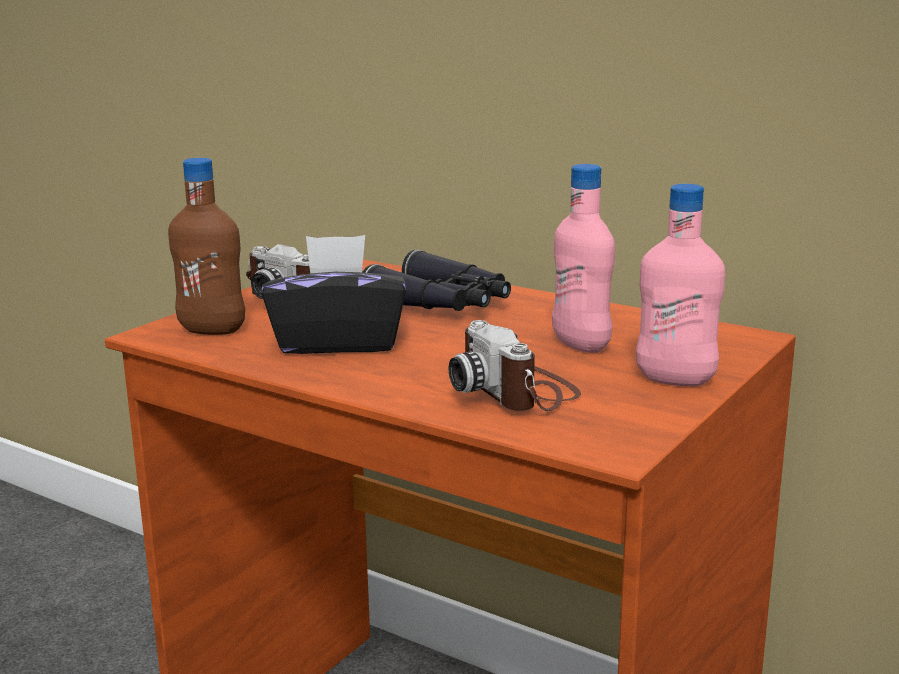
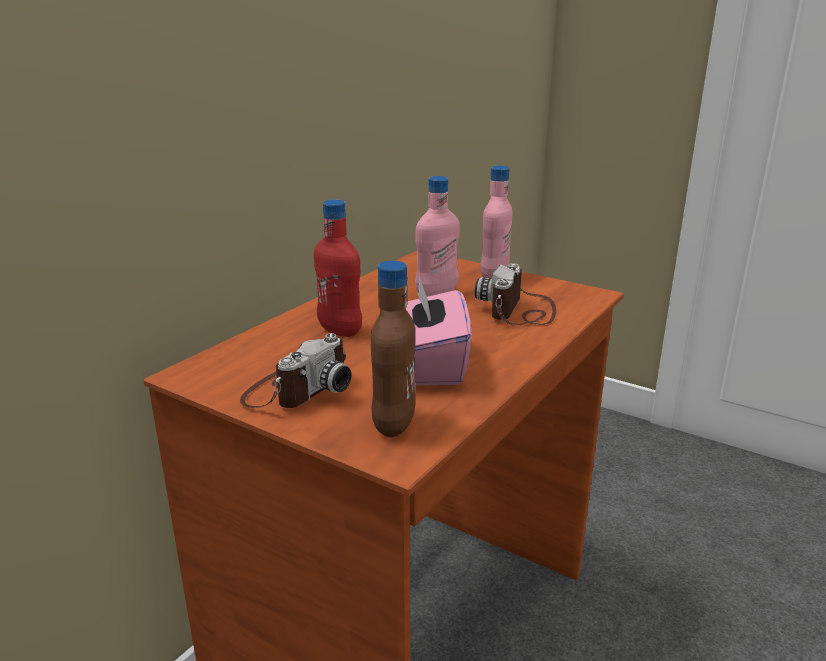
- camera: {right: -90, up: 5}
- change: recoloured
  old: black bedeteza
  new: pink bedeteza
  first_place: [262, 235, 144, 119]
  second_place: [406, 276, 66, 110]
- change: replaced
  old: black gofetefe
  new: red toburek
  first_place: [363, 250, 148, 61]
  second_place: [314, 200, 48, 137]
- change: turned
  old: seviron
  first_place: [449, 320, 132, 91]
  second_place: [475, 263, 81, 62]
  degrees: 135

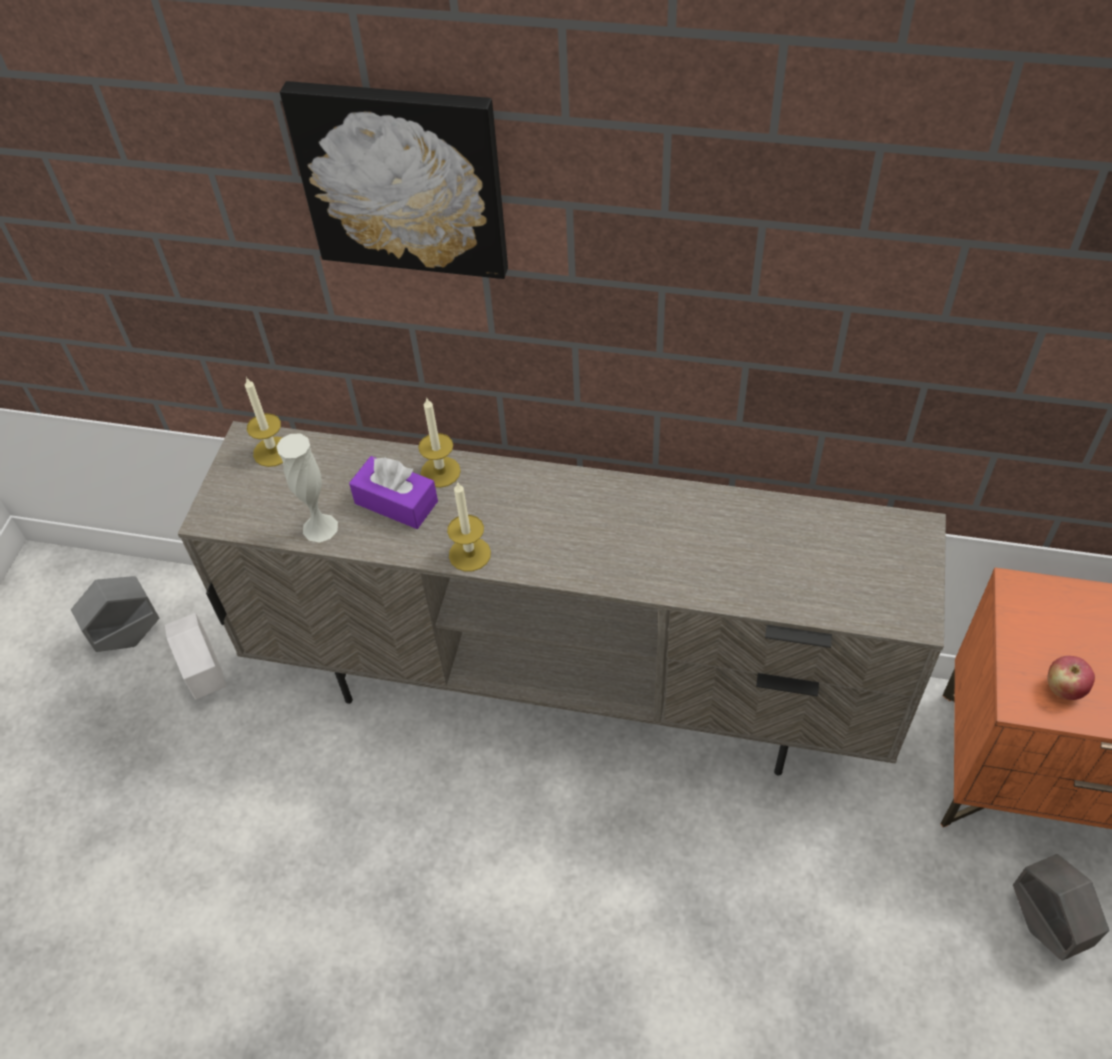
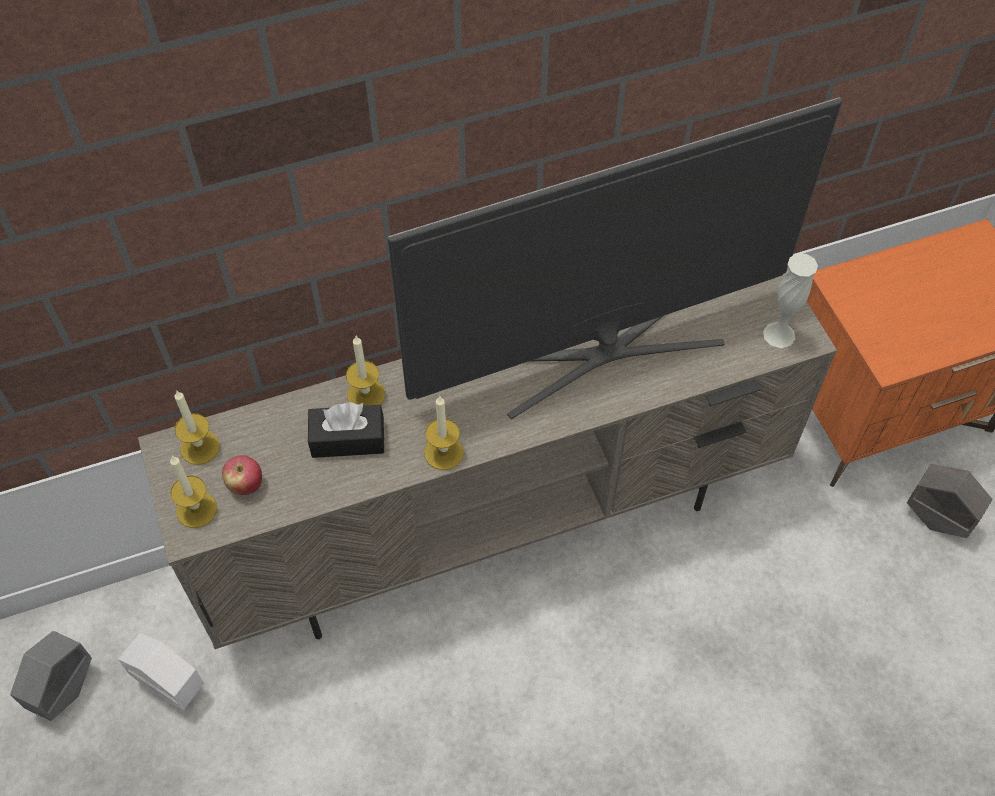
- camera: {right: -35, up: 5}
- change: removed
  old: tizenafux
  first_place: [280, 81, 228, 198]
- change: moved
  old: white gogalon
  first_place: [276, 434, 62, 109]
  second_place: [763, 253, 55, 95]
- change: recoloured
  old: purple bedeteza
  new: black bedeteza
  first_place: [349, 456, 89, 73]
  second_place: [308, 402, 76, 56]
- change: moved
  old: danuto
  first_place: [1047, 656, 48, 44]
  second_place: [222, 455, 40, 40]
- change: added
  new: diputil
  second_place: [388, 97, 454, 322]
- change: added
  new: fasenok
  second_place: [170, 456, 47, 72]

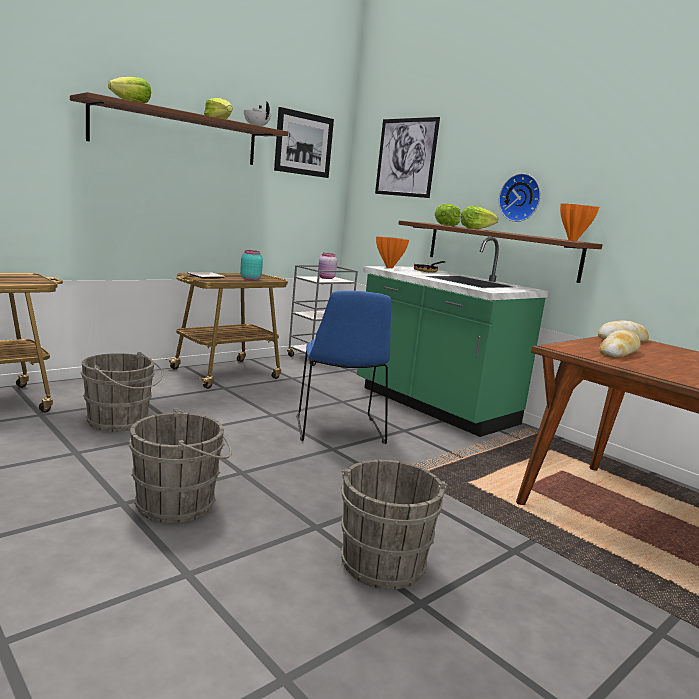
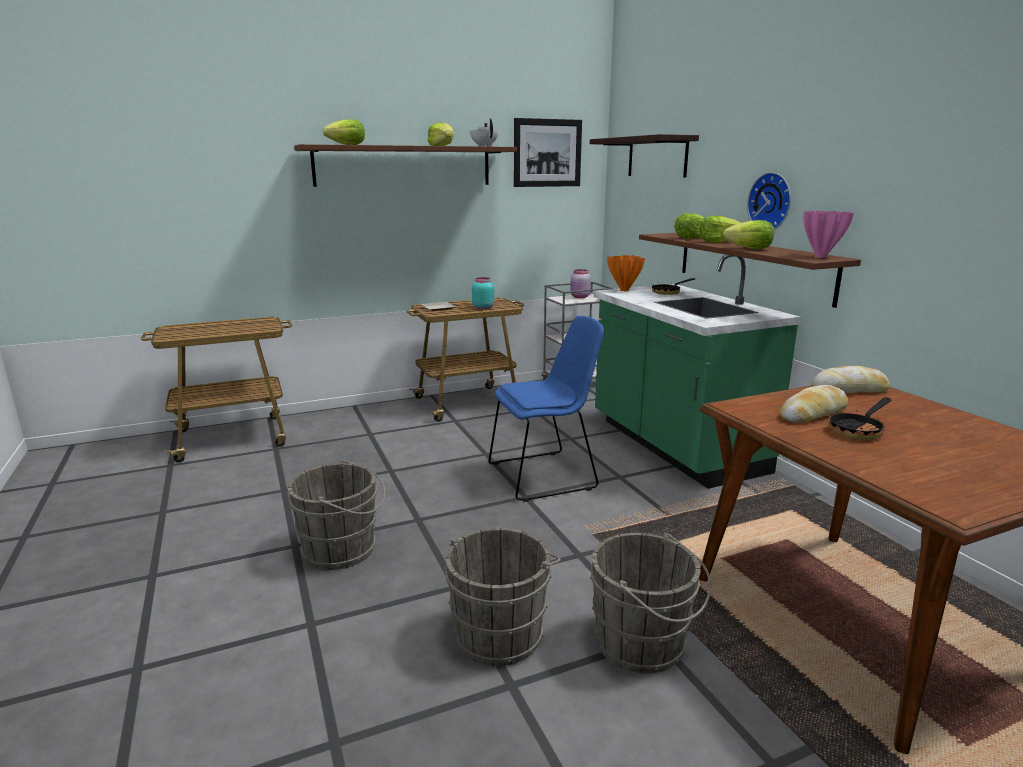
- camera: {right: 20, up: 5}
- change: replaced
  old: tizenafux
  new: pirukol
  first_place: [375, 117, 65, 81]
  second_place: [590, 134, 109, 43]
- change: recoloured
  old: orange gogalon
  new: pink gogalon
  first_place: [560, 203, 39, 38]
  second_place: [803, 211, 51, 46]
- change: turned
  old: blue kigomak
  first_place: [297, 291, 94, 153]
  second_place: [488, 316, 116, 186]
  degrees: -120
- change: moved
  old: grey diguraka
  first_place: [80, 352, 83, 80]
  second_place: [590, 533, 121, 140]
- change: added
  new: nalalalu
  second_place: [723, 220, 51, 29]
- change: added
  new: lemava
  second_place: [829, 398, 62, 41]

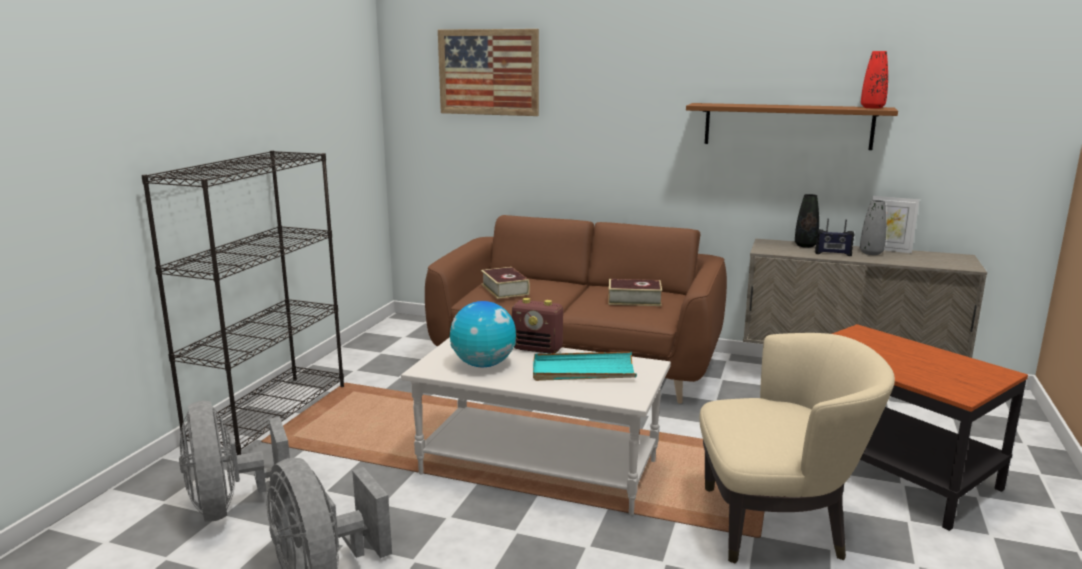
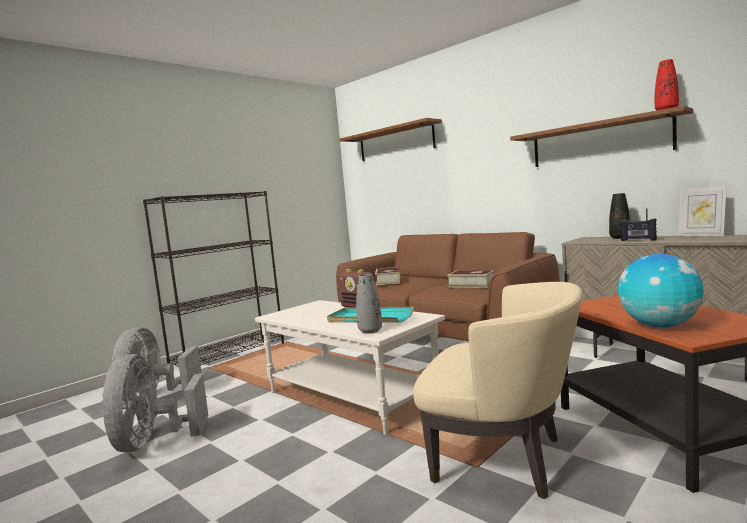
- camera: {right: 25, up: -10}
- change: replaced
  old: tizenafux
  new: brown pirukol
  first_place: [438, 29, 101, 87]
  second_place: [339, 118, 103, 43]
- change: moved
  old: grey gogalon
  first_place: [860, 200, 26, 55]
  second_place: [356, 274, 26, 59]
- change: moved
  old: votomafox
  first_place: [450, 301, 66, 66]
  second_place: [618, 254, 86, 73]

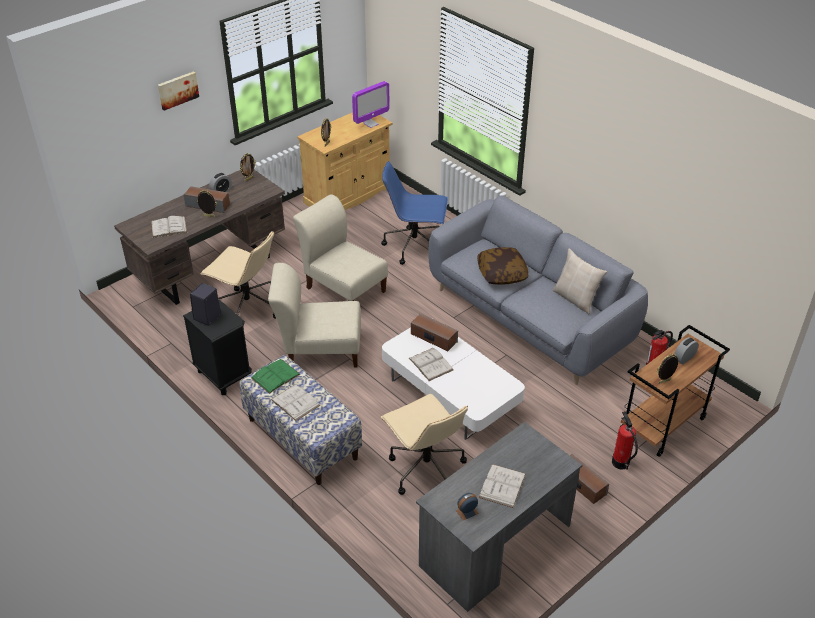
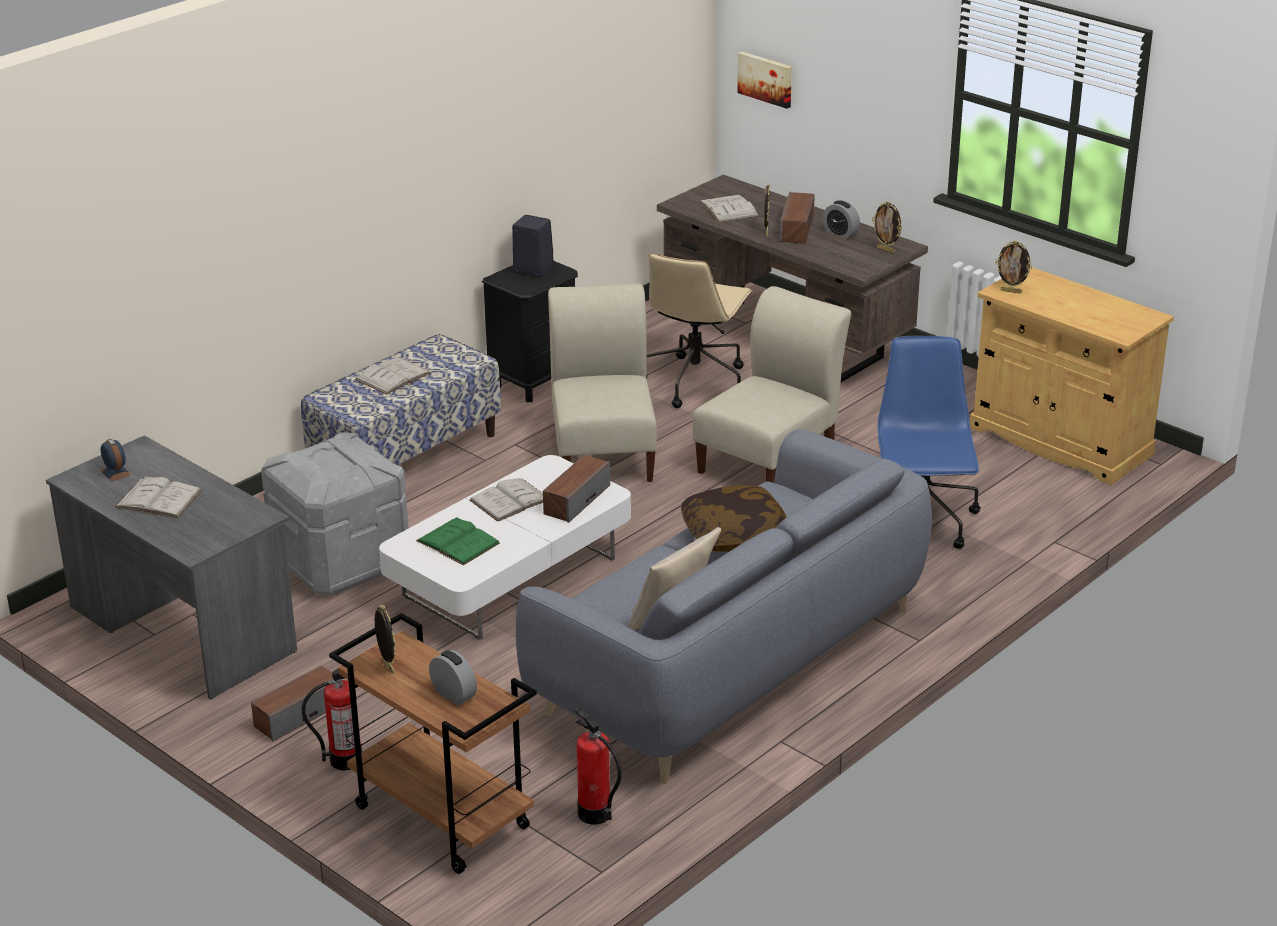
- camera: {right: 85, up: -10}
- change: moved
  old: tizenafux
  first_place: [158, 71, 41, 40]
  second_place: [737, 52, 55, 57]
- change: removed
  old: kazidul
  first_place: [352, 81, 38, 47]
- change: moved
  old: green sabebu
  first_place: [251, 359, 50, 35]
  second_place: [416, 517, 84, 48]
- change: replaced
  old: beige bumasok
  new: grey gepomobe
  first_place: [381, 394, 87, 101]
  second_place: [261, 432, 148, 163]

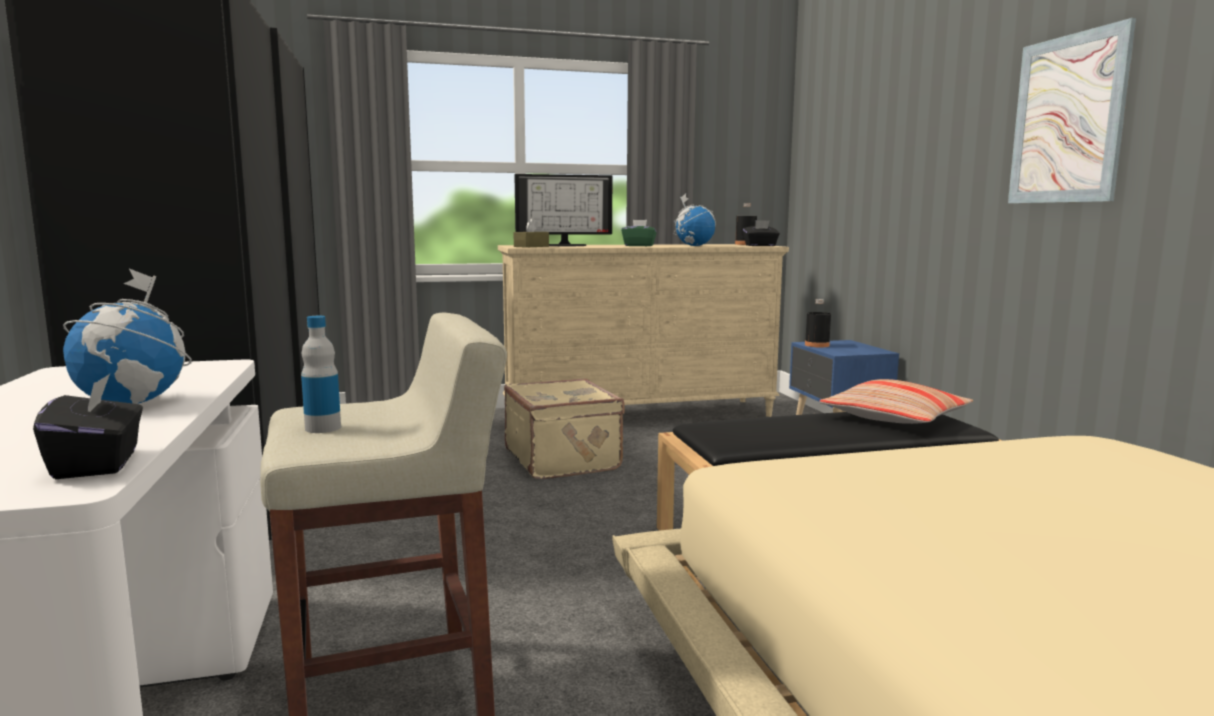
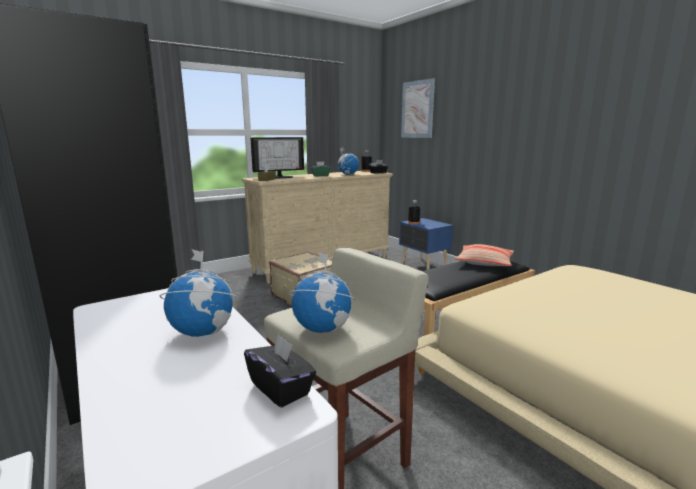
- camera: {right: -20, up: 5}
- change: moved
  old: tizenafux
  first_place: [1008, 18, 128, 185]
  second_place: [401, 78, 34, 60]
- change: replaced
  old: toburek
  new: votomafox
  first_place: [301, 316, 40, 117]
  second_place: [289, 252, 66, 81]

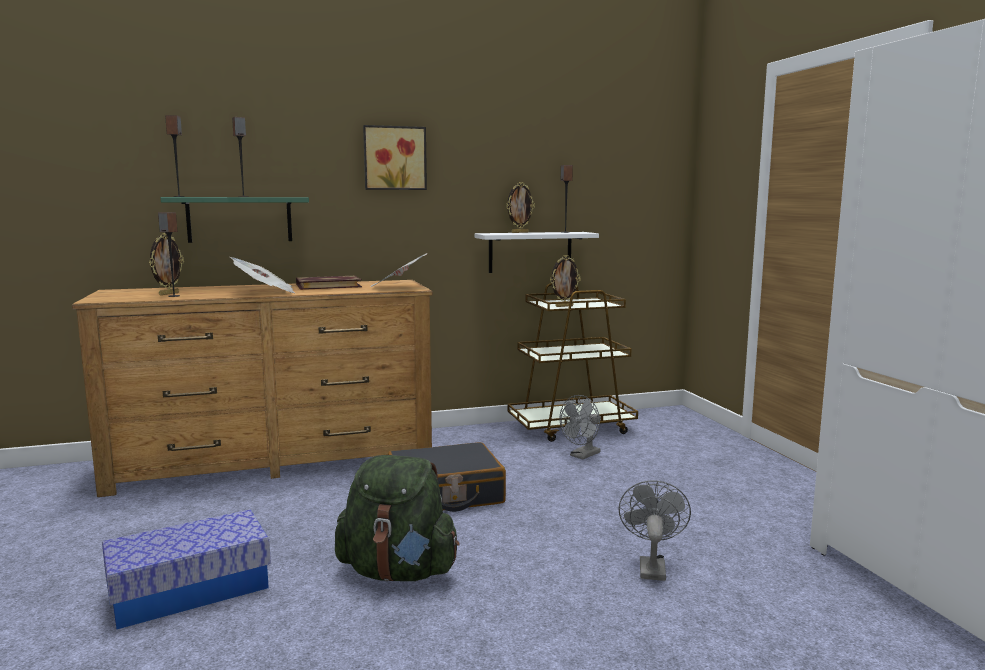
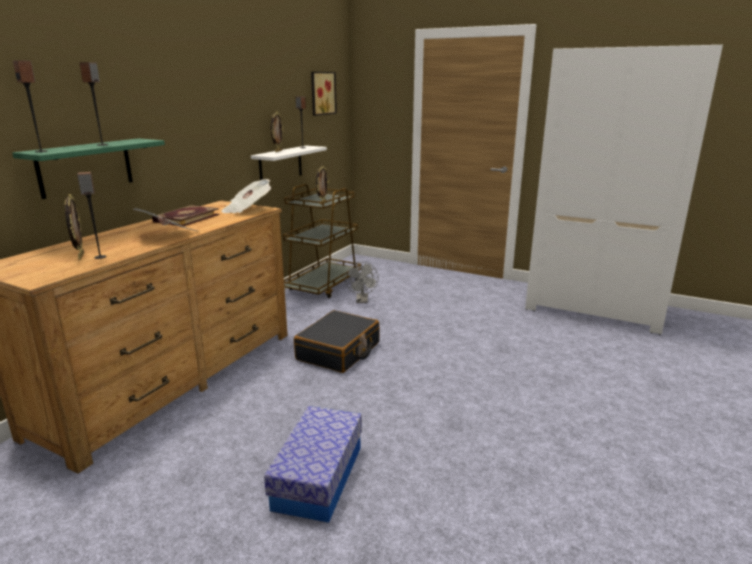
- camera: {right: -45, up: 10}
- change: moved
  old: tizenafux
  first_place: [363, 125, 64, 65]
  second_place: [311, 72, 26, 44]
- change: removed
  old: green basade
  first_place: [335, 455, 125, 126]
- change: removed
  old: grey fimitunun
  first_place: [618, 480, 73, 101]

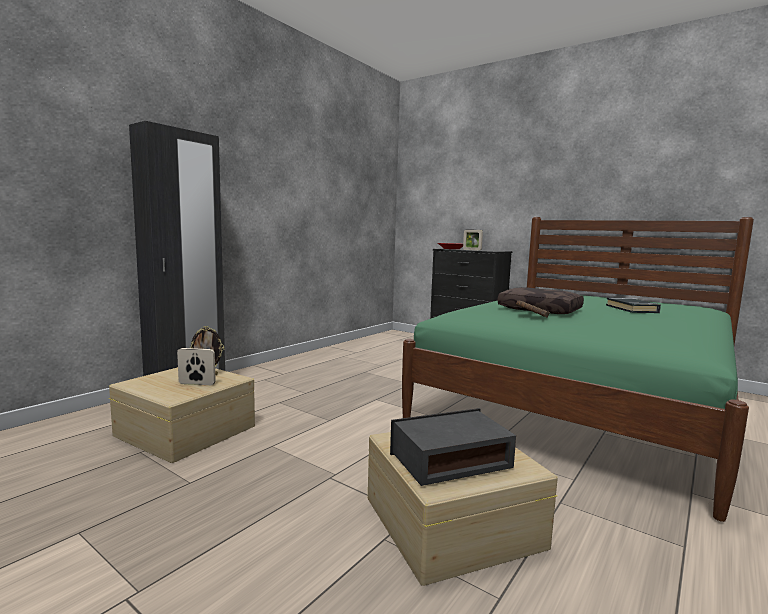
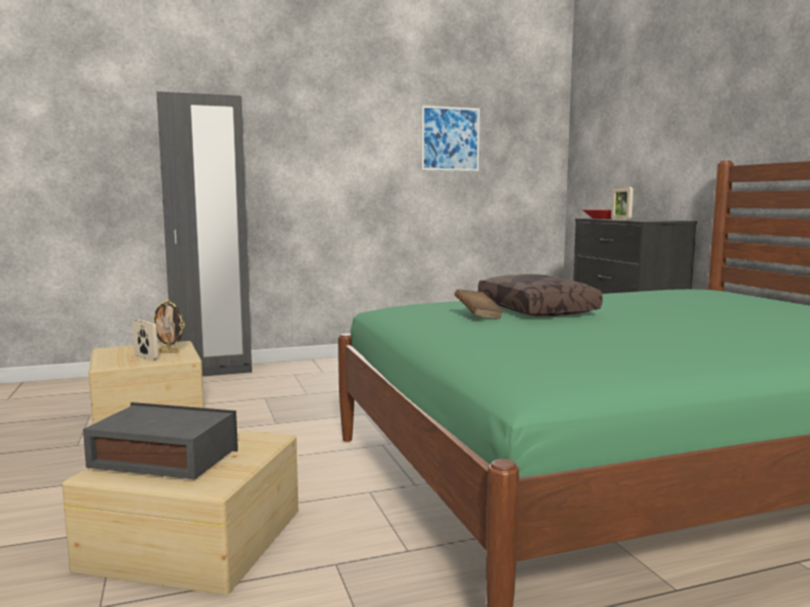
- camera: {right: 35, up: 0}
- change: removed
  old: black sabebu
  first_place: [606, 298, 55, 15]
- change: added
  new: tizenafux
  second_place: [421, 106, 59, 65]

